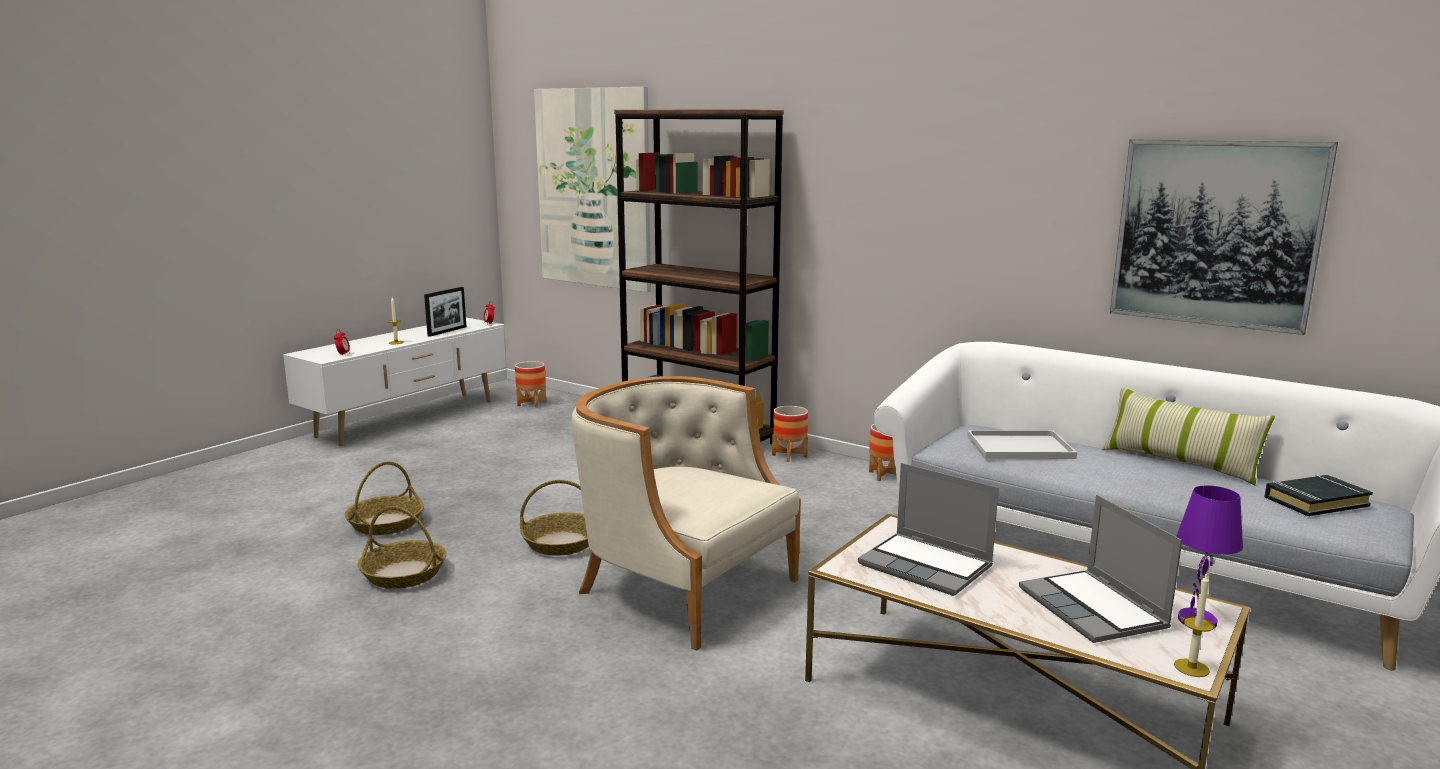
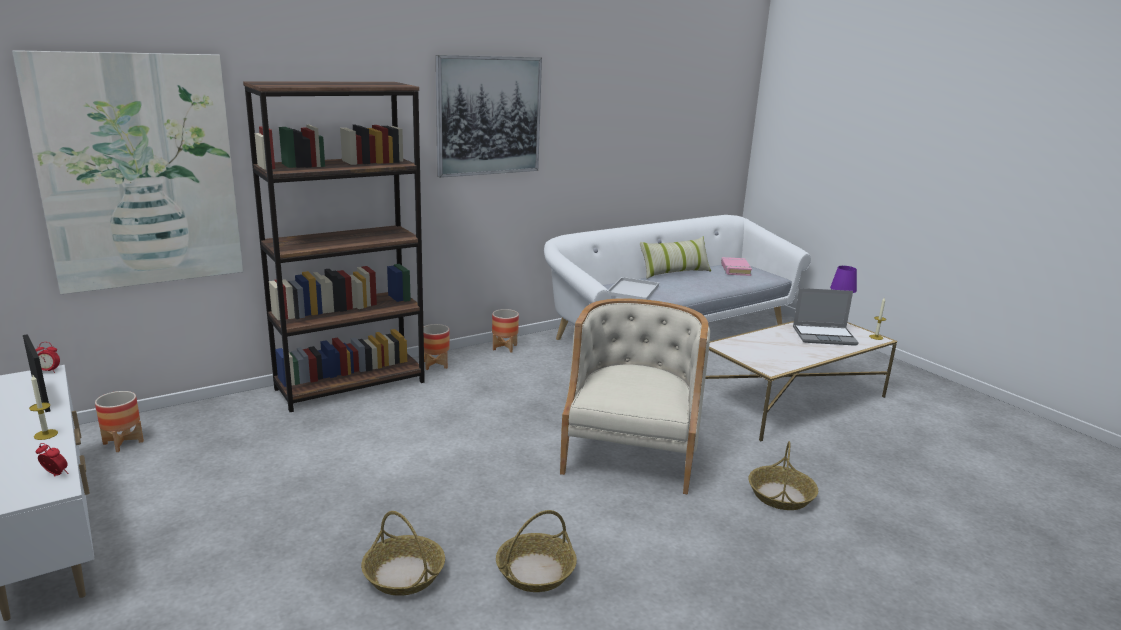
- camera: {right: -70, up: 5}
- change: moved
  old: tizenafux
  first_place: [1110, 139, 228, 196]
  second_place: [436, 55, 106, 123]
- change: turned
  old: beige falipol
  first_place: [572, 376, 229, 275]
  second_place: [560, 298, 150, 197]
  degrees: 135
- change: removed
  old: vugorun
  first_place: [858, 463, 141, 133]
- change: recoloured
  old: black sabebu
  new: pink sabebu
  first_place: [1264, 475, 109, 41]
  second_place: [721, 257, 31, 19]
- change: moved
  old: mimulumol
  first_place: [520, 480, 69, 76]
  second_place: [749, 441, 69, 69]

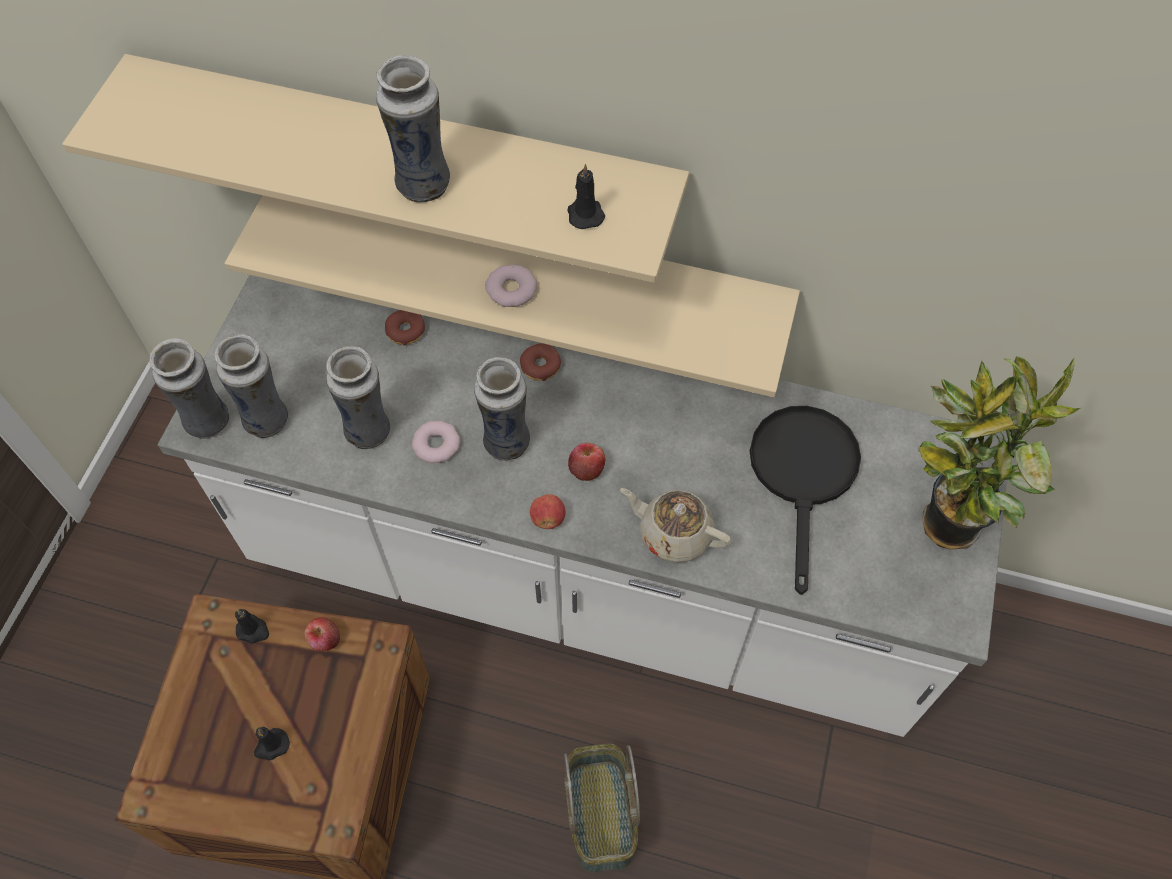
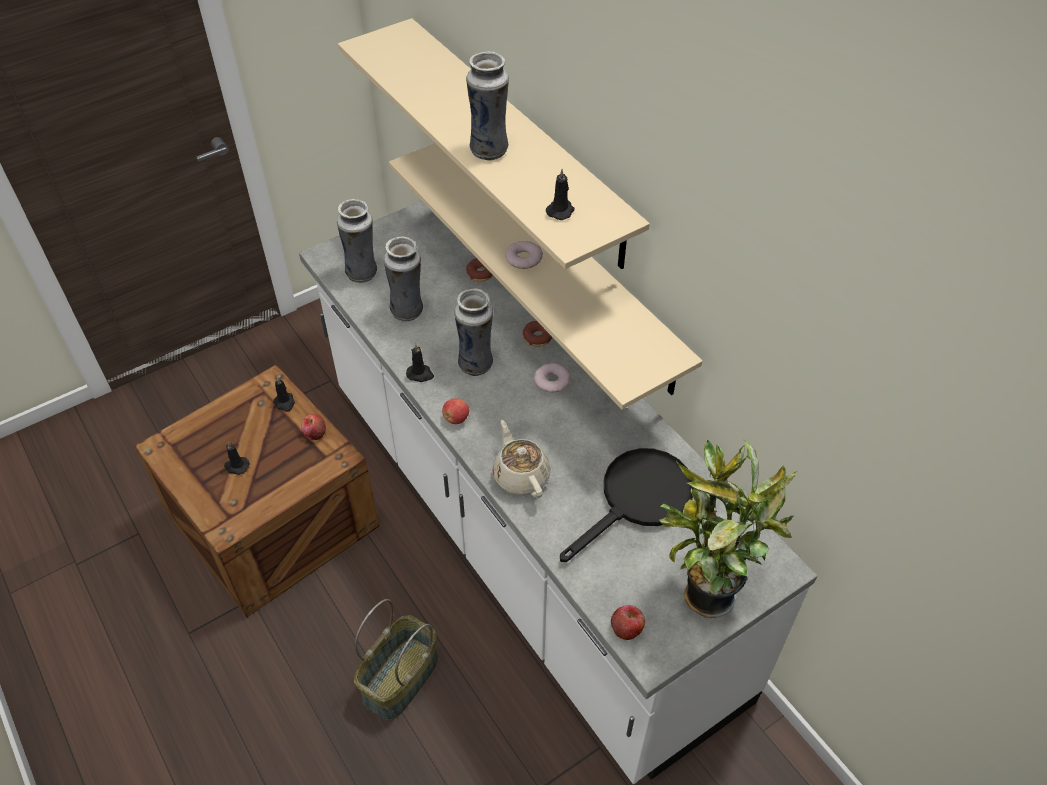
- camera: {right: 40, up: -10}
- change: removed
  old: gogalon
  first_place: [150, 338, 80, 101]
- change: moved
  old: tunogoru
  first_place: [412, 420, 48, 43]
  second_place: [534, 363, 37, 30]
- change: moved
  old: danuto
  first_place: [568, 443, 37, 38]
  second_place: [611, 605, 34, 35]
- change: added
  new: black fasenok
  second_place: [406, 343, 28, 39]

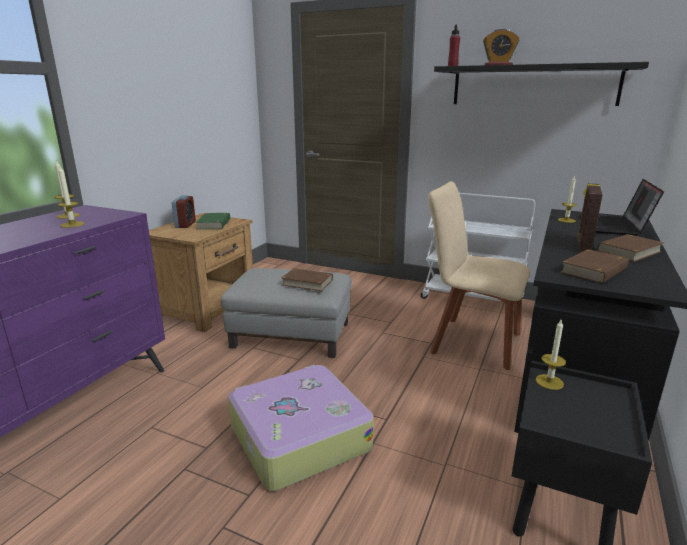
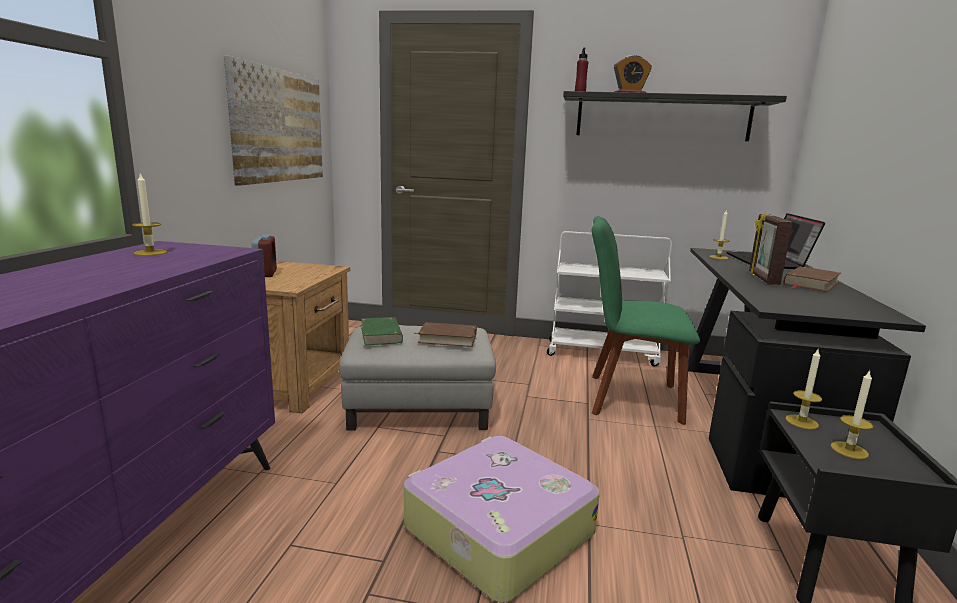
- camera: {right: -15, up: -5}
- change: moved
  old: fasenok
  first_place: [57, 166, 28, 62]
  second_place: [831, 370, 42, 89]
- change: recoloured
  old: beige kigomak
  new: green kigomak
  first_place: [428, 181, 103, 189]
  second_place: [592, 216, 108, 209]
- change: moved
  old: green sabebu
  first_place: [195, 213, 35, 16]
  second_place: [361, 317, 42, 28]
- change: removed
  old: brown sabebu
  first_place: [560, 249, 69, 35]
- change: added
  new: tizenafux
  second_place: [224, 56, 99, 130]

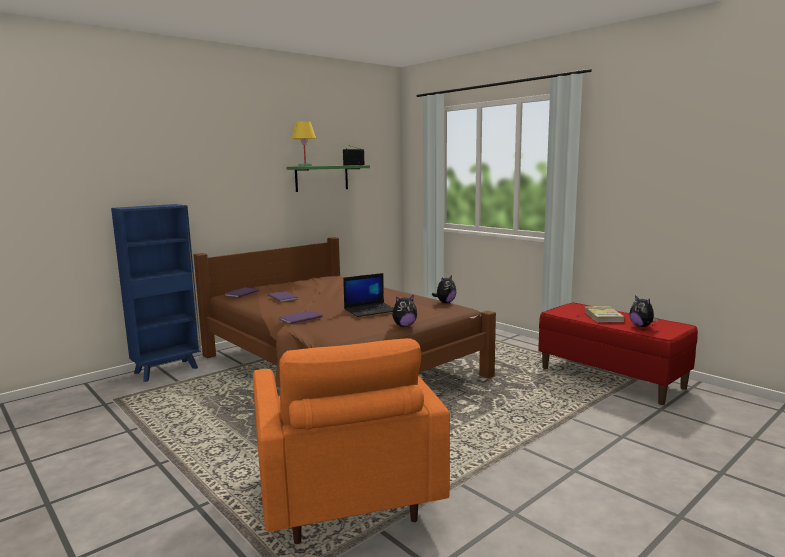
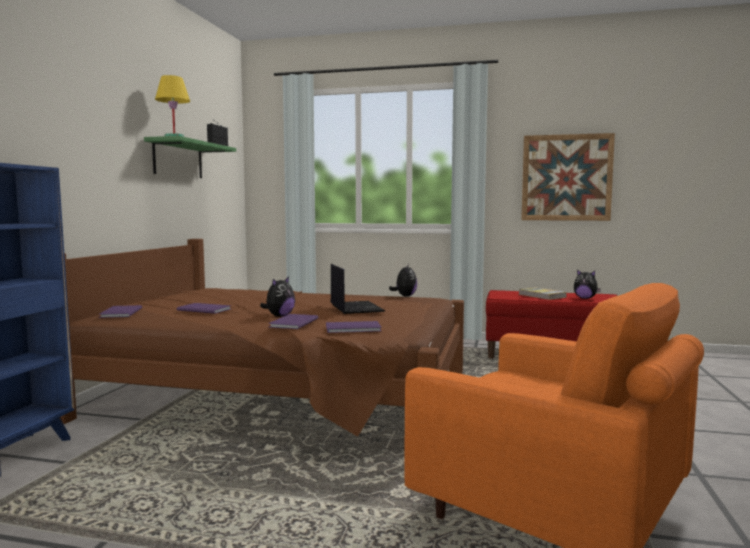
- camera: {right: -35, up: -5}
- change: turned
  old: vugorun
  first_place: [343, 273, 50, 44]
  second_place: [330, 264, 55, 50]
  degrees: -45
- change: moved
  old: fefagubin
  first_place: [392, 294, 25, 33]
  second_place: [260, 276, 35, 41]
- change: added
  new: tizenafux
  second_place: [521, 133, 94, 88]
- change: added
  new: purple sabebu
  second_place: [326, 321, 56, 12]

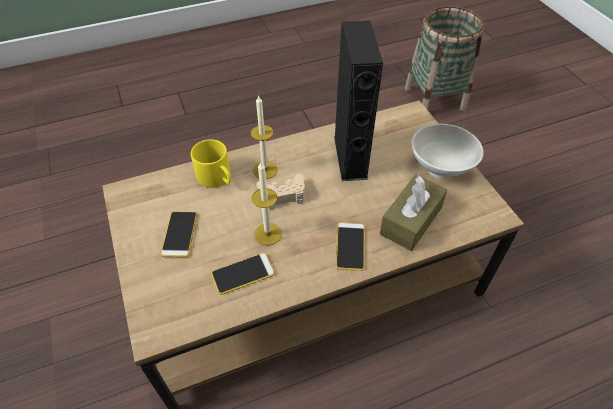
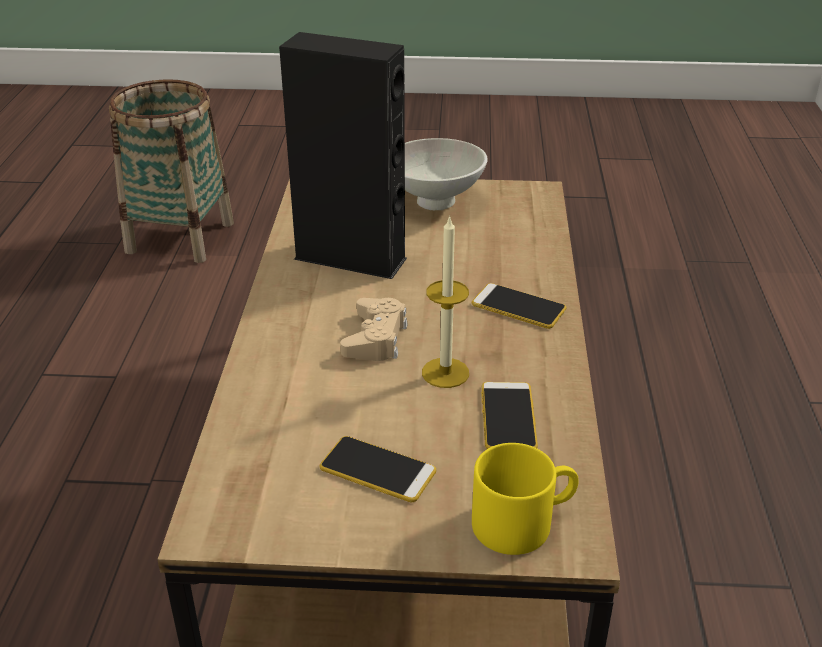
- camera: {right: -65, up: -15}
- change: removed
  old: fasenok
  first_place: [251, 95, 27, 84]
- change: moved
  old: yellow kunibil
  first_place: [191, 139, 40, 49]
  second_place: [472, 443, 107, 112]
- change: removed
  old: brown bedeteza
  first_place: [380, 175, 67, 76]

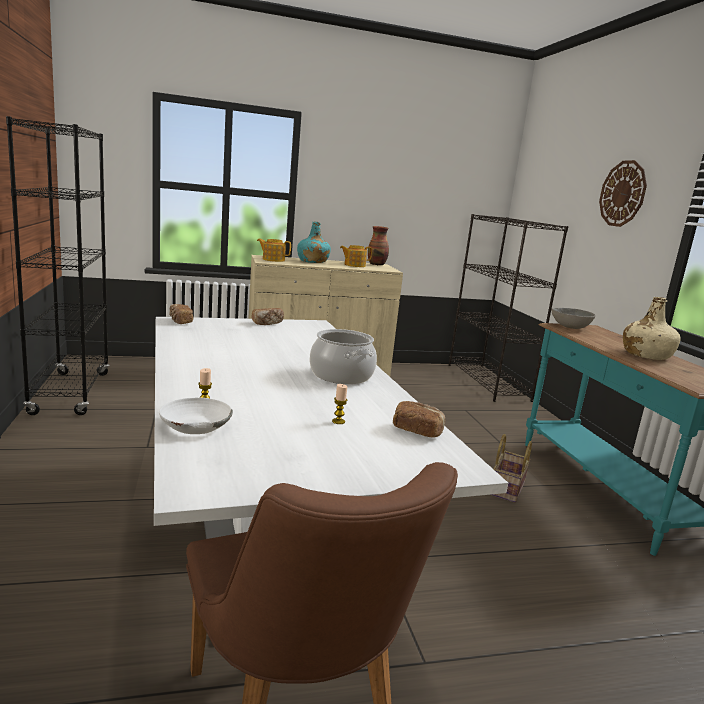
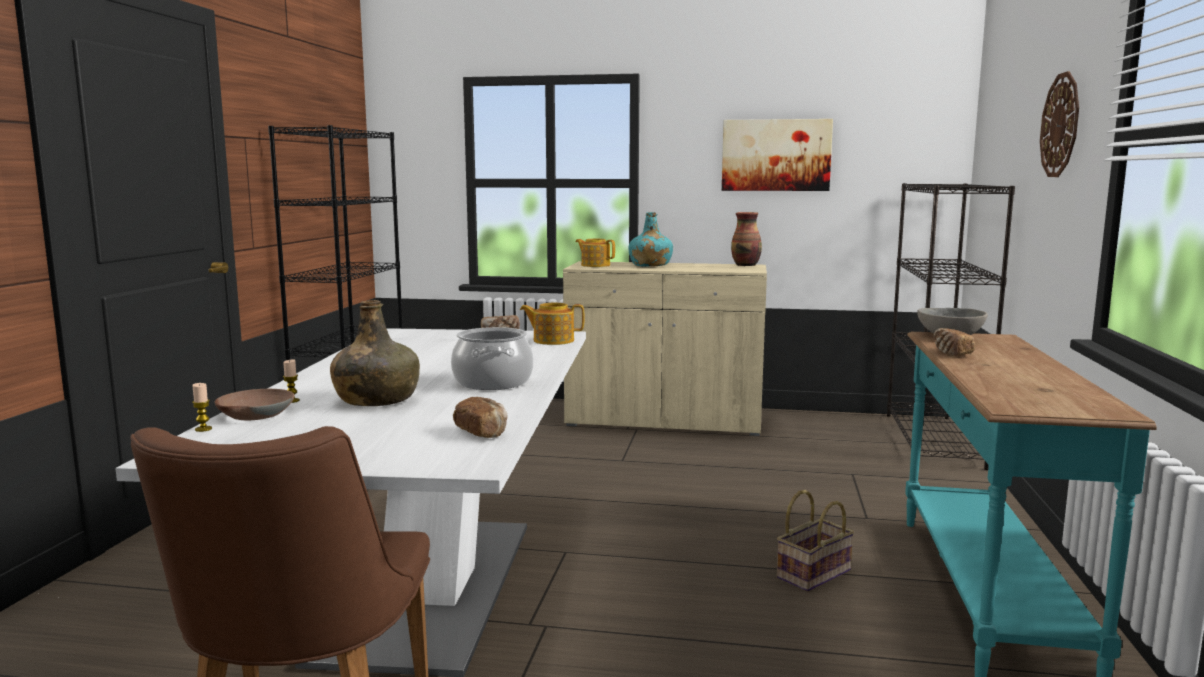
- camera: {right: 25, up: -5}
- change: moved
  old: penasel
  first_place: [340, 245, 32, 22]
  second_place: [520, 303, 65, 42]
- change: removed
  old: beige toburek
  first_place: [623, 297, 58, 63]
- change: moved
  old: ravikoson
  first_place: [169, 304, 24, 20]
  second_place: [934, 328, 41, 28]
- change: moved
  old: fasenok
  first_place: [332, 384, 15, 40]
  second_place: [192, 383, 20, 49]
- change: recoloured
  old: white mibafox
  new: brown mibafox
  first_place: [159, 397, 74, 37]
  second_place: [214, 389, 81, 31]
- change: added
  new: tizenafux
  second_place: [722, 119, 111, 72]
- change: added
  new: green toburek
  second_place: [330, 300, 90, 106]

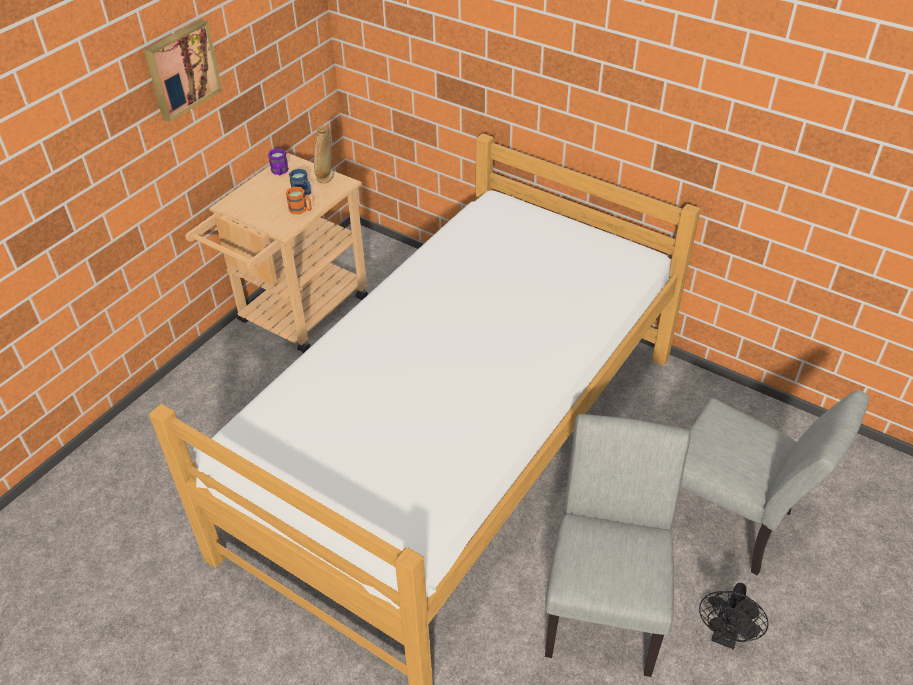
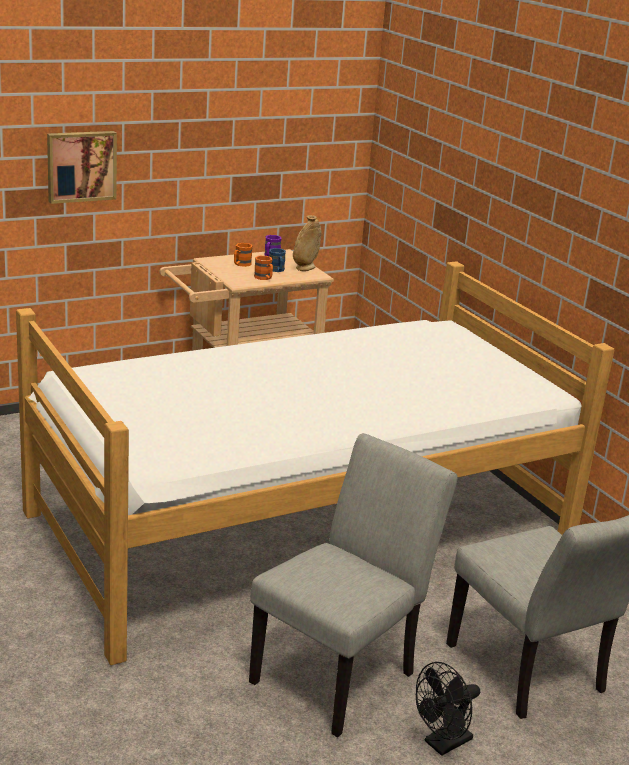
- camera: {right: 25, up: -20}
- change: moved
  old: tizenafux
  first_place: [144, 19, 78, 103]
  second_place: [47, 131, 70, 73]
- change: added
  new: orange kunibil
  second_place: [234, 243, 19, 24]

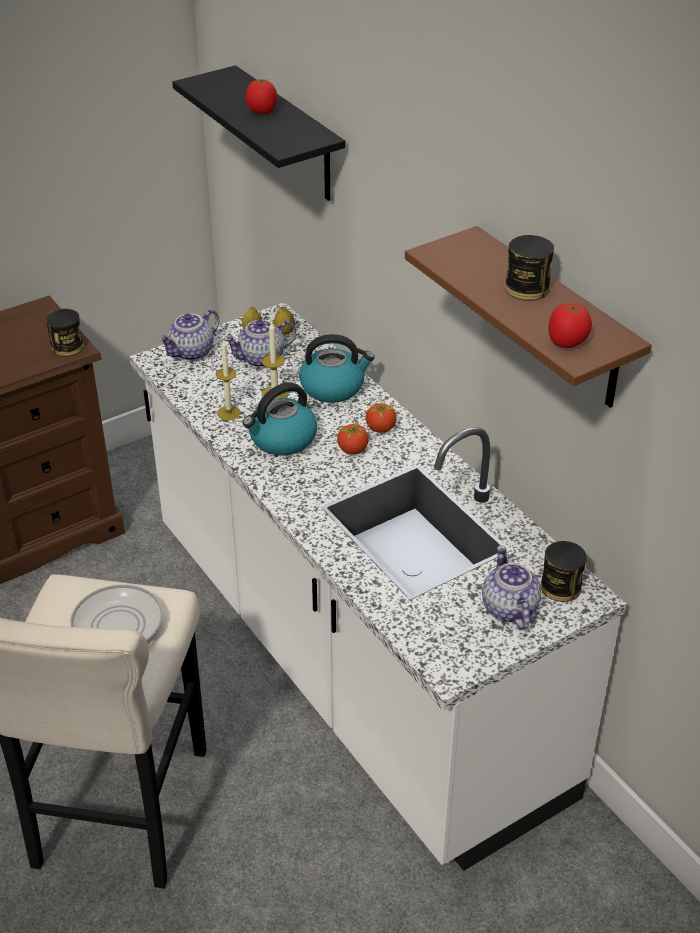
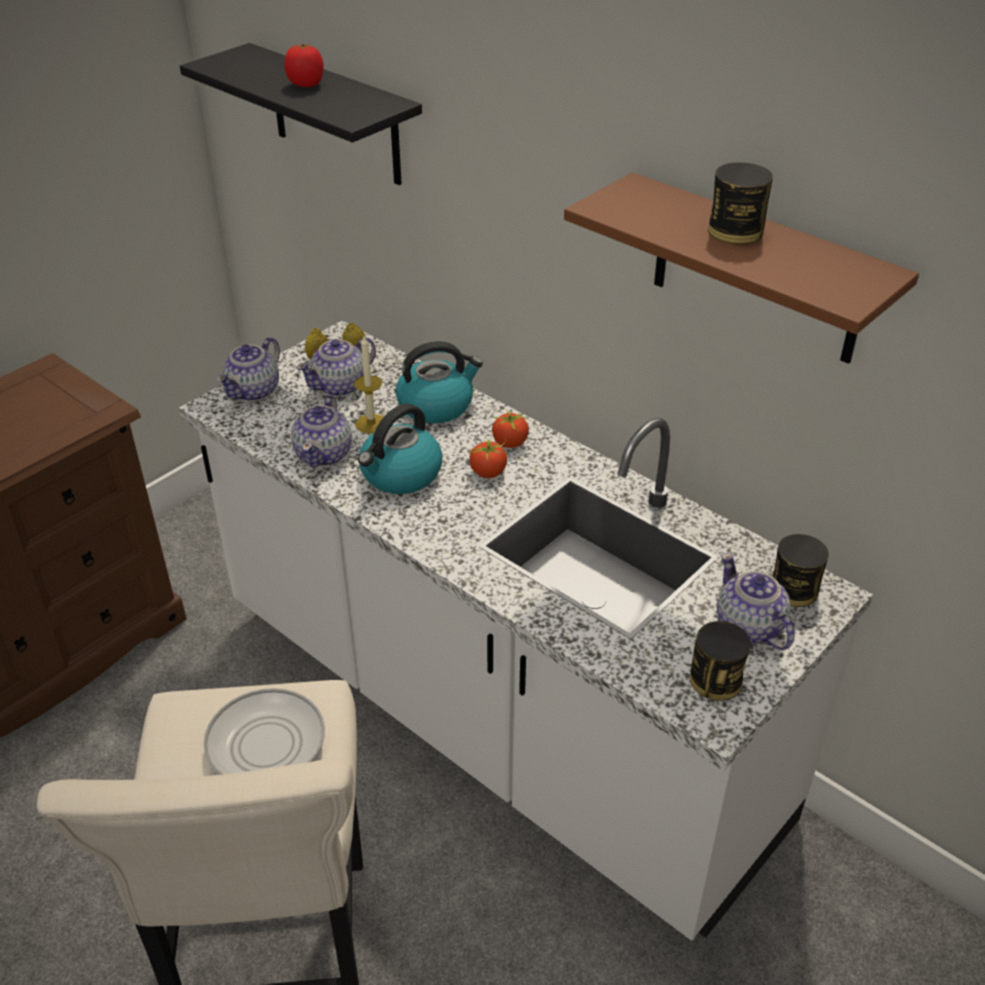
- camera: {right: -15, up: 0}
- change: removed
  old: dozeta
  first_place: [548, 303, 44, 45]
- change: moved
  old: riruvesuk
  first_place: [46, 309, 38, 47]
  second_place: [690, 621, 61, 80]
- change: replaced
  old: fasenok
  new: penasel
  first_place: [216, 339, 25, 81]
  second_place: [291, 395, 61, 73]

